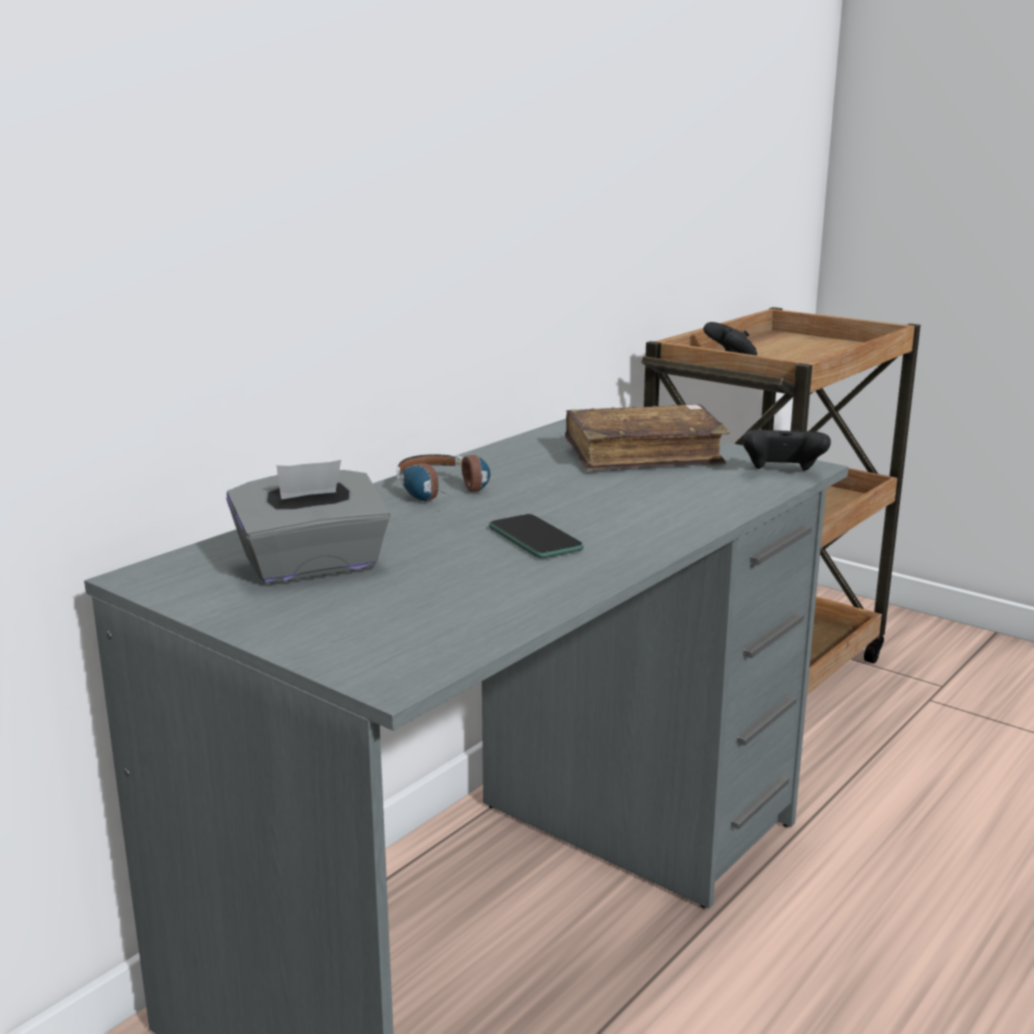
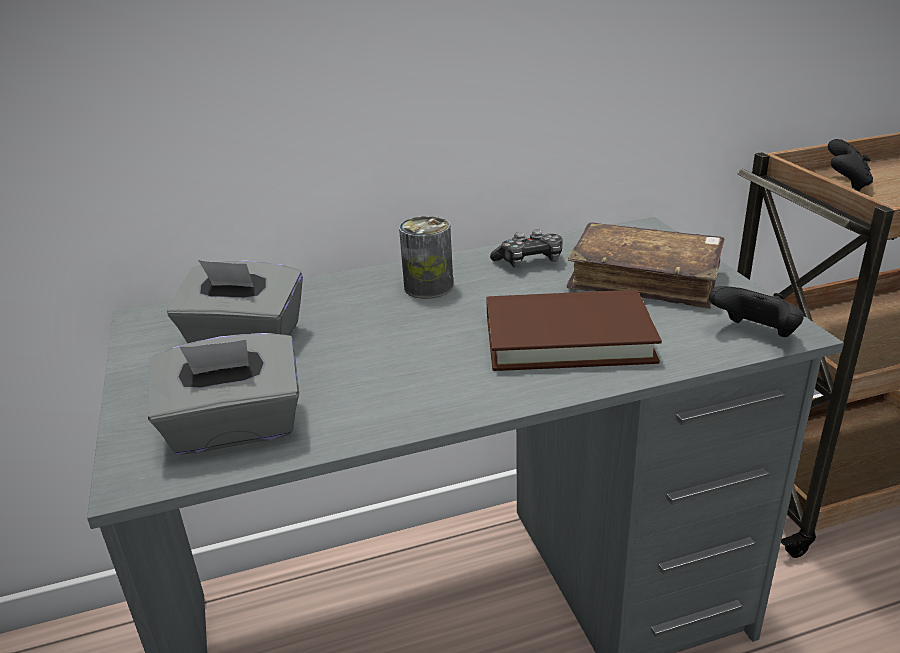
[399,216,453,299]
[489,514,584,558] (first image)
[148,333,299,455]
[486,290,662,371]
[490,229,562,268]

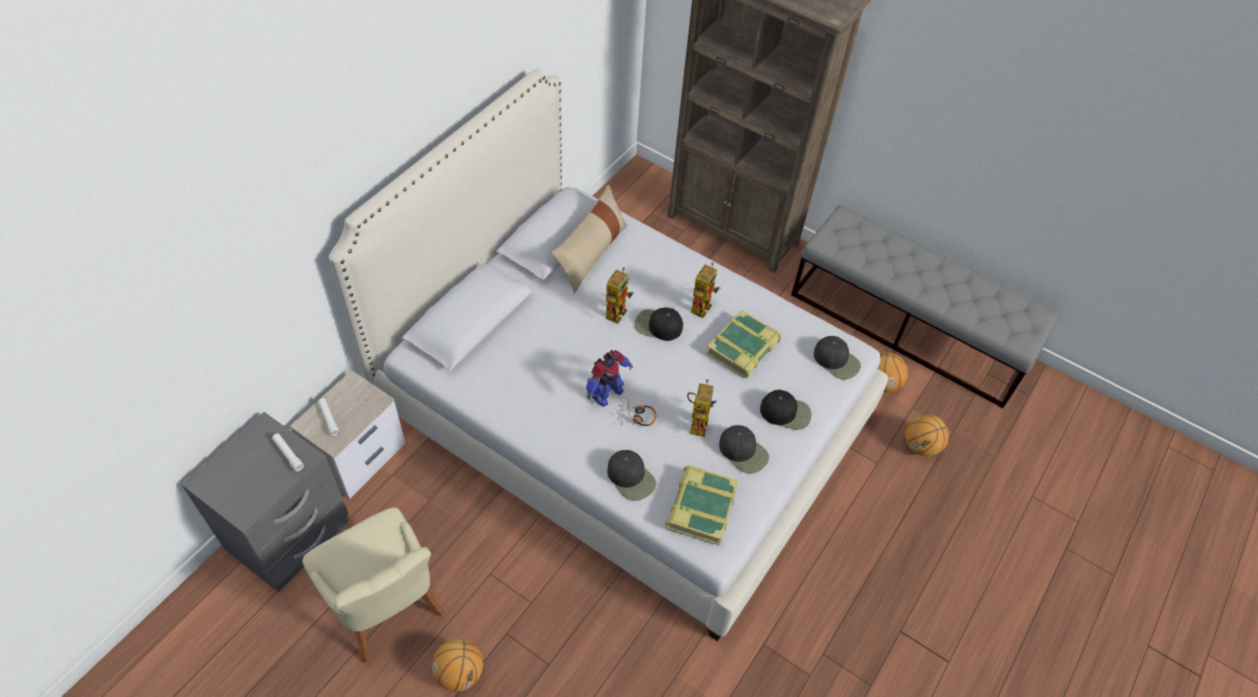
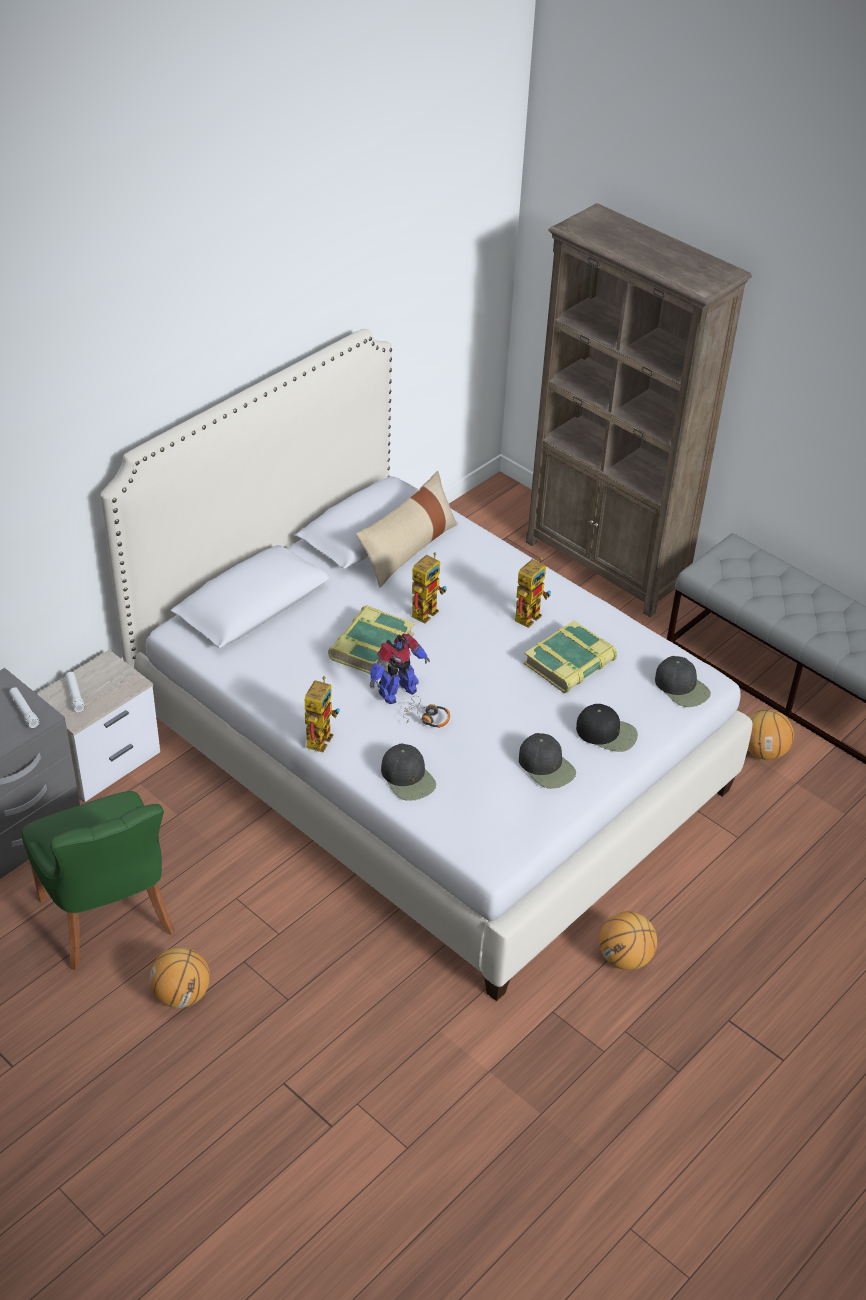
[21,791,175,970]
[635,307,683,341] (first image)
[328,605,415,678]
[305,676,340,752]
[599,911,657,970]

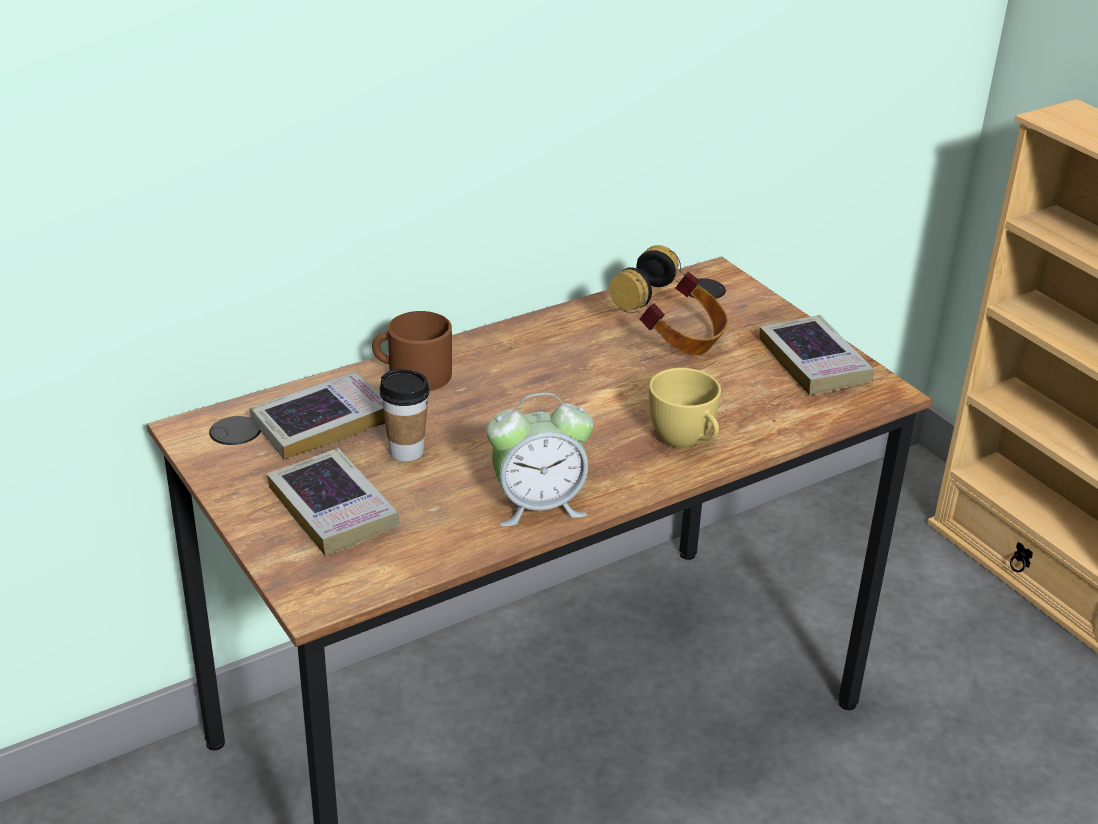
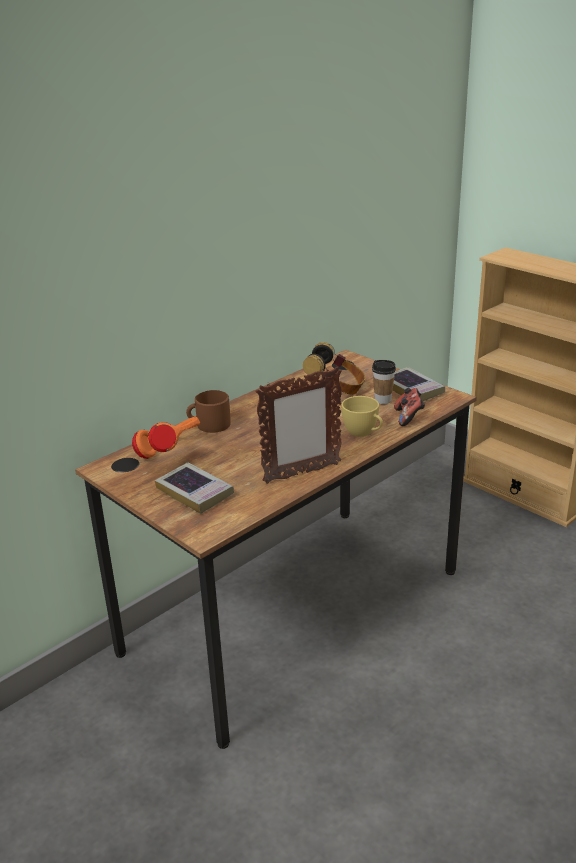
[132,416,200,459]
[372,360,396,404]
[255,366,342,484]
[394,388,425,426]

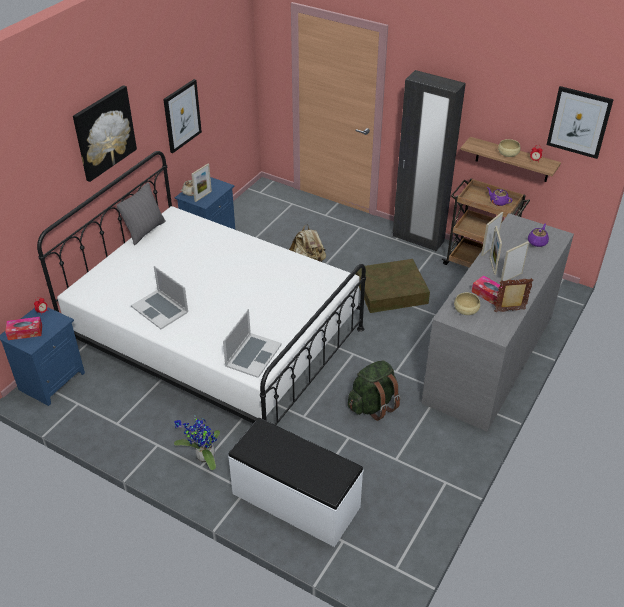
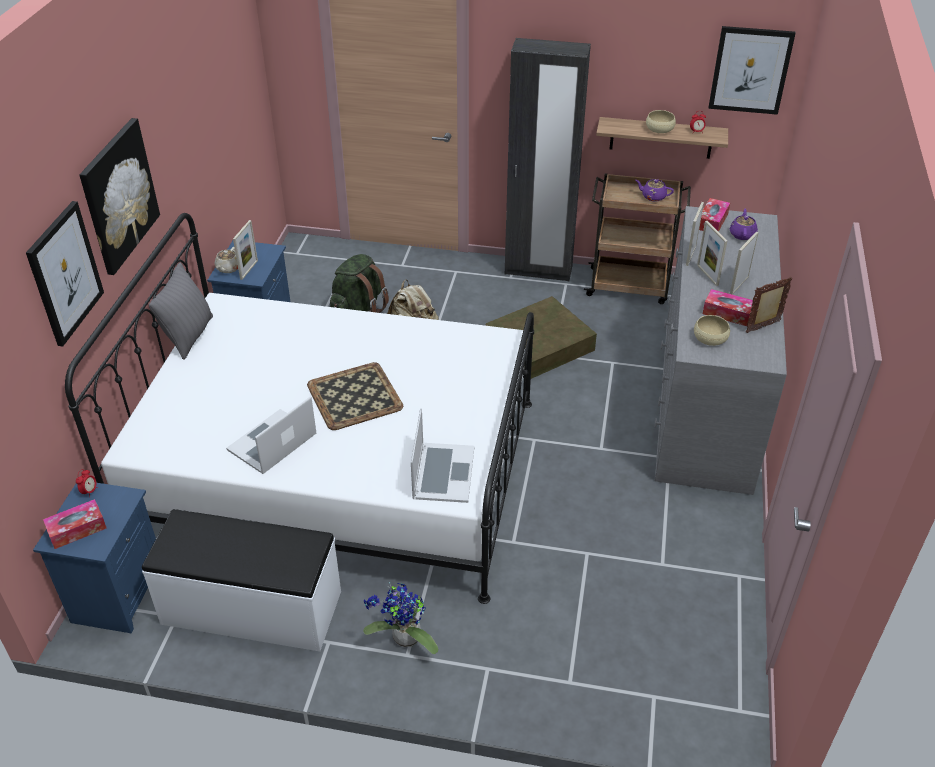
[226,396,316,474]
[26,201,104,346]
[142,509,341,652]
[330,254,389,313]
[307,362,403,430]
[699,198,730,232]

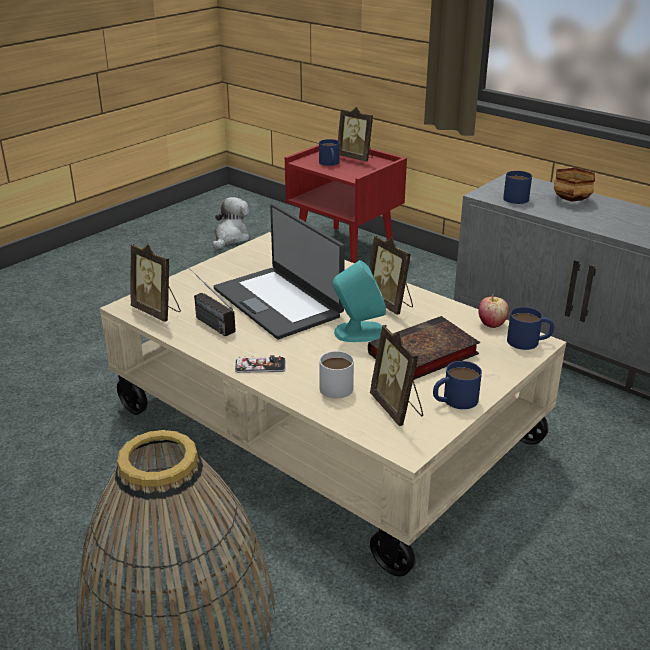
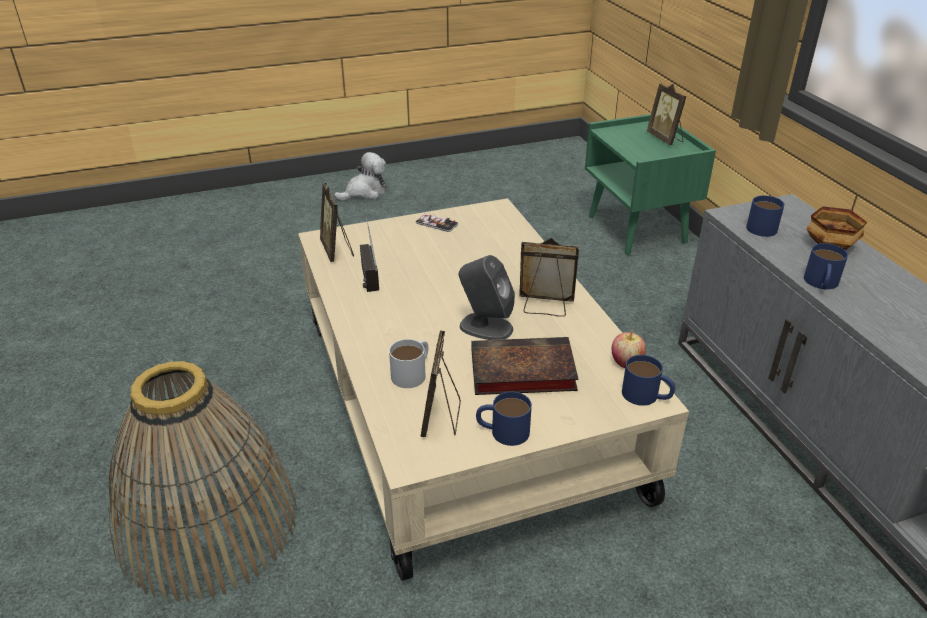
[334,152,386,201]
[213,204,345,339] (first image)
[415,214,458,232]
[585,114,716,255]
[804,243,848,289]
[459,255,515,340]
[519,238,579,317]

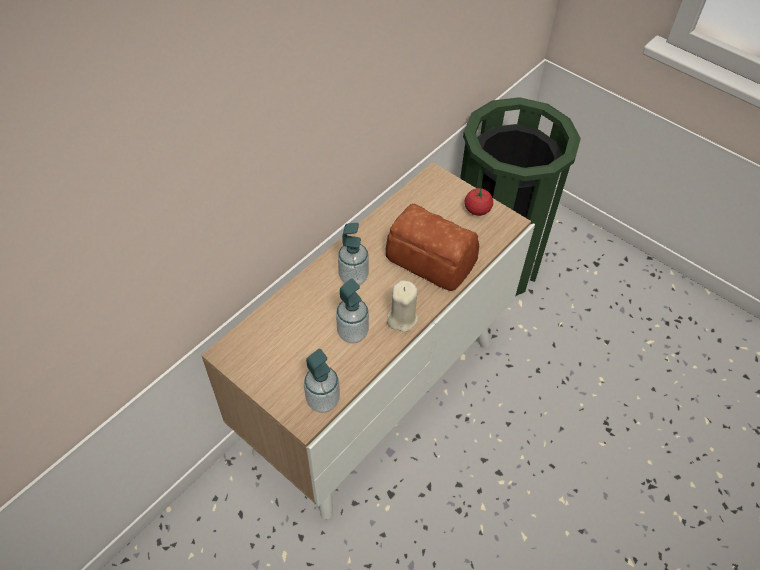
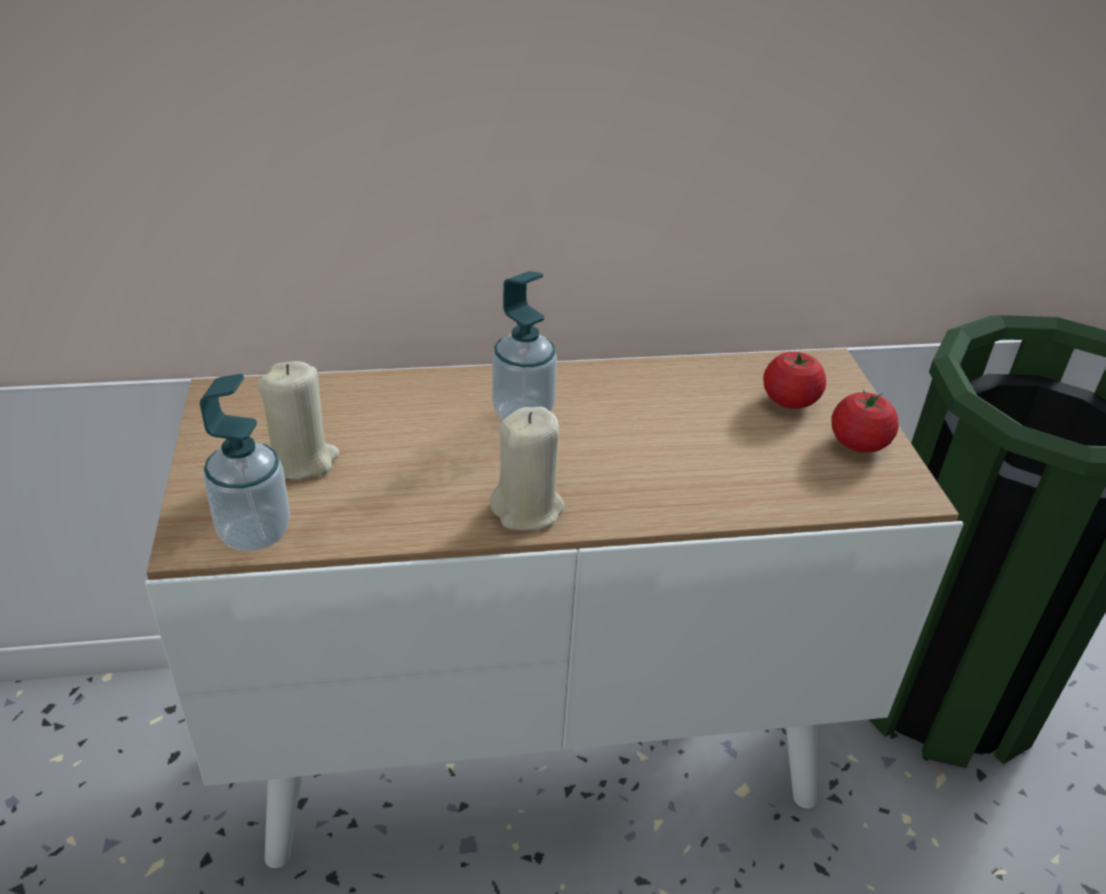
[336,278,369,343] (first image)
[386,204,479,291] (first image)
[257,361,339,480]
[763,351,826,409]

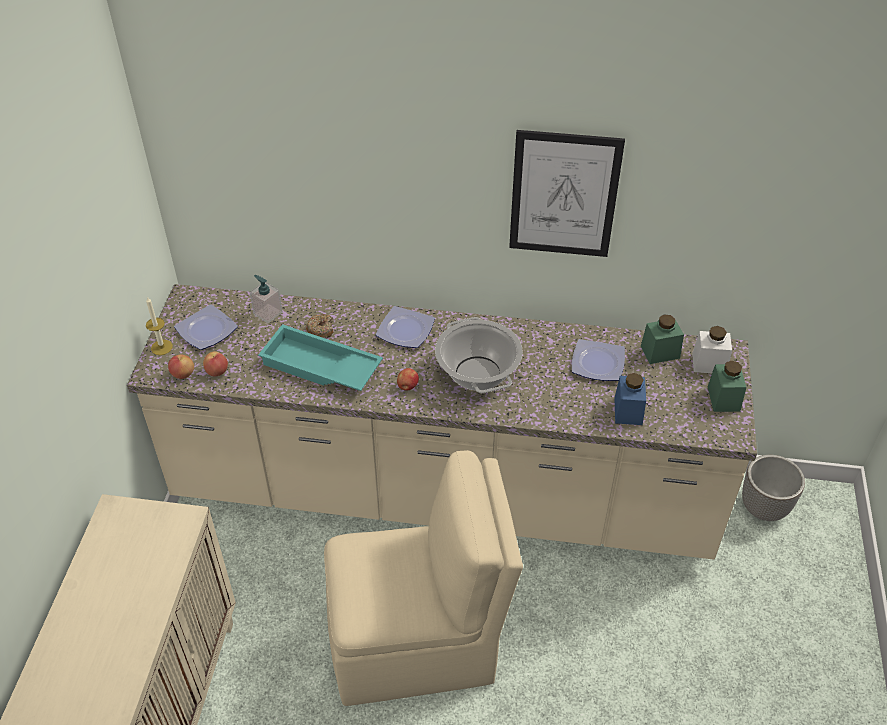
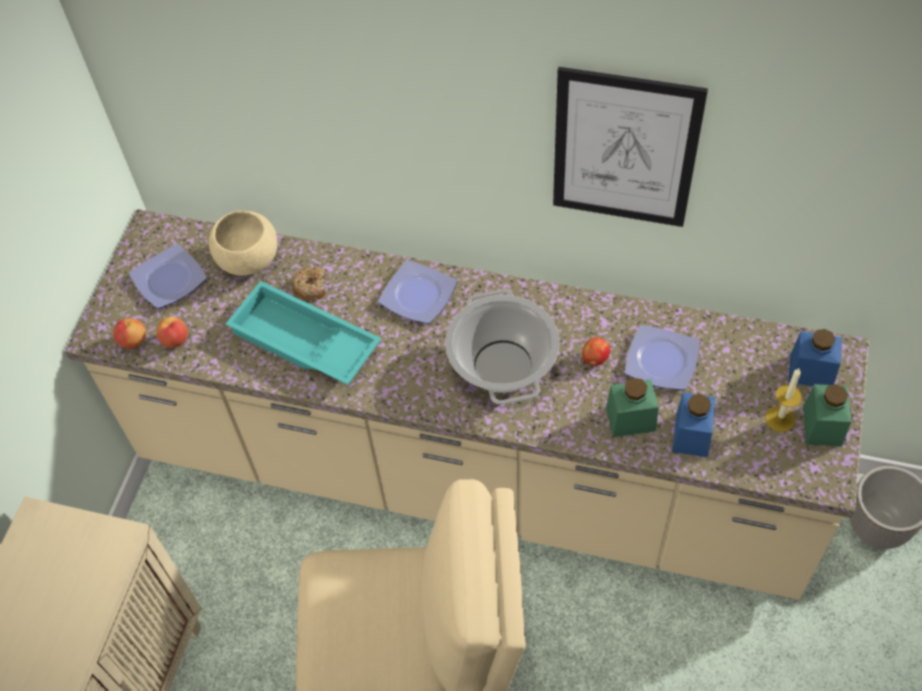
[765,368,802,432]
[209,211,277,276]
[582,337,610,366]
[606,378,659,437]
[788,329,842,386]

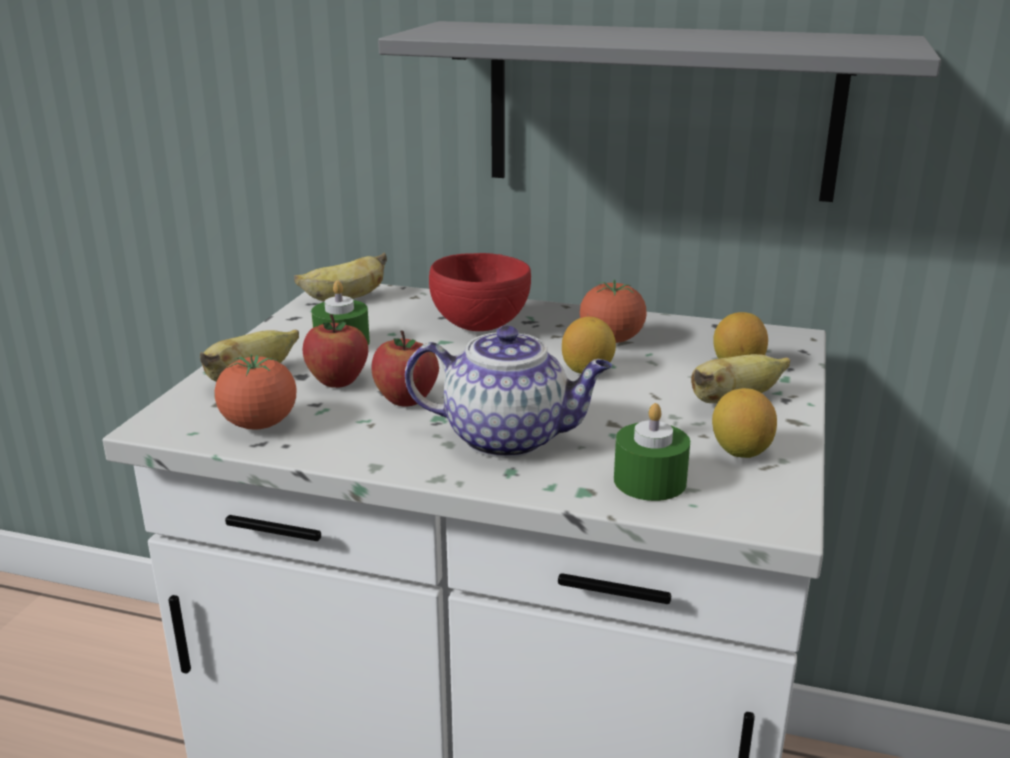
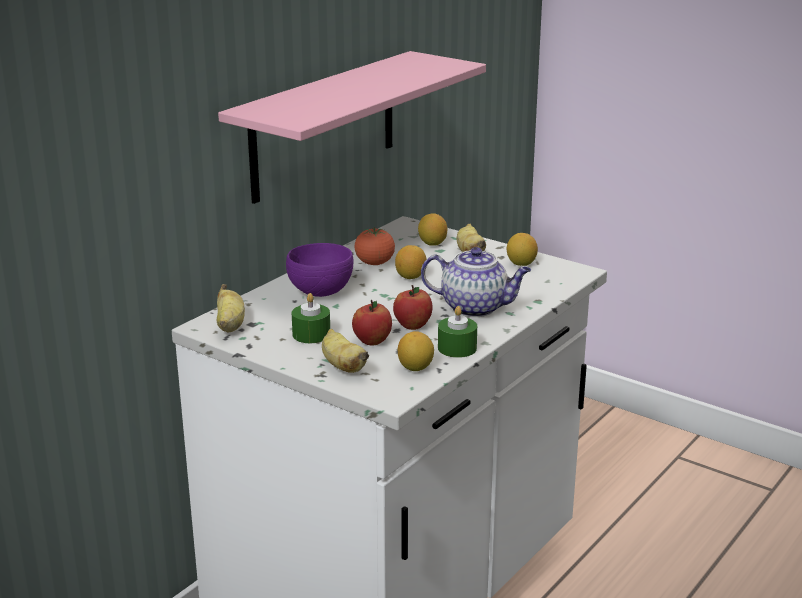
[398,331,434,371]
[218,51,486,204]
[421,247,531,317]
[286,243,353,297]
[438,306,477,358]

